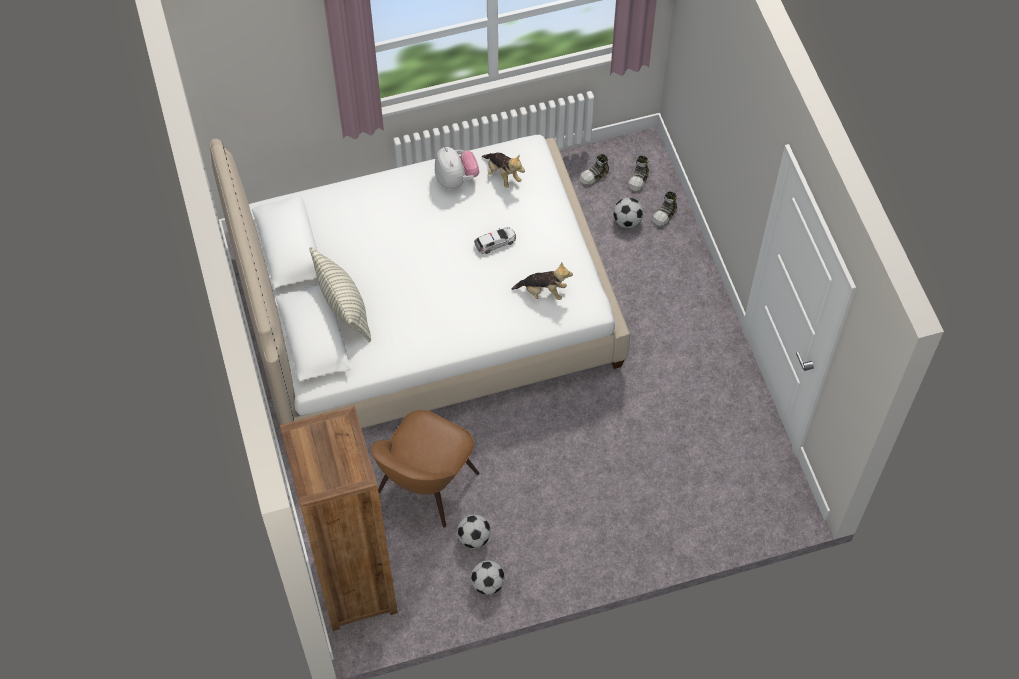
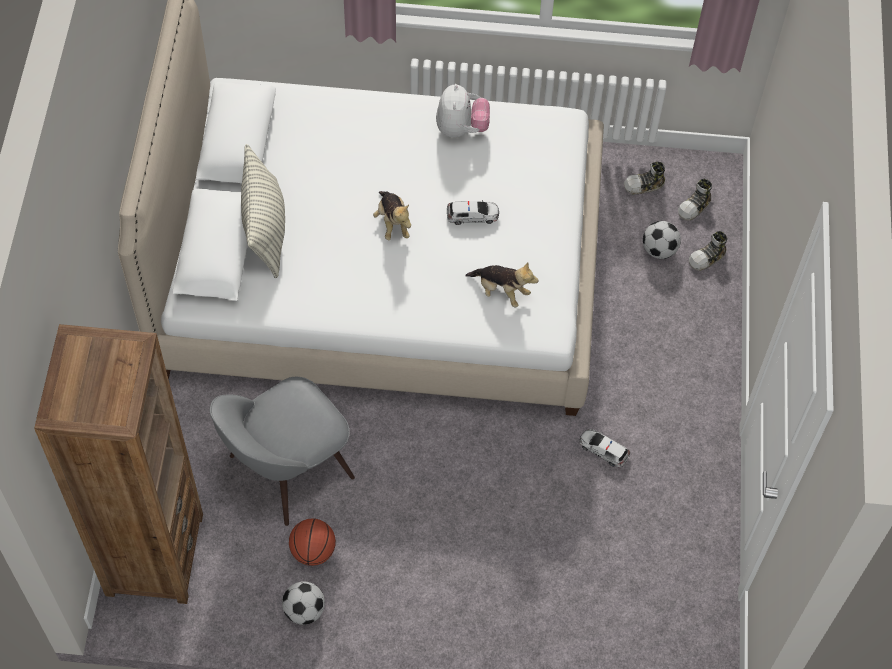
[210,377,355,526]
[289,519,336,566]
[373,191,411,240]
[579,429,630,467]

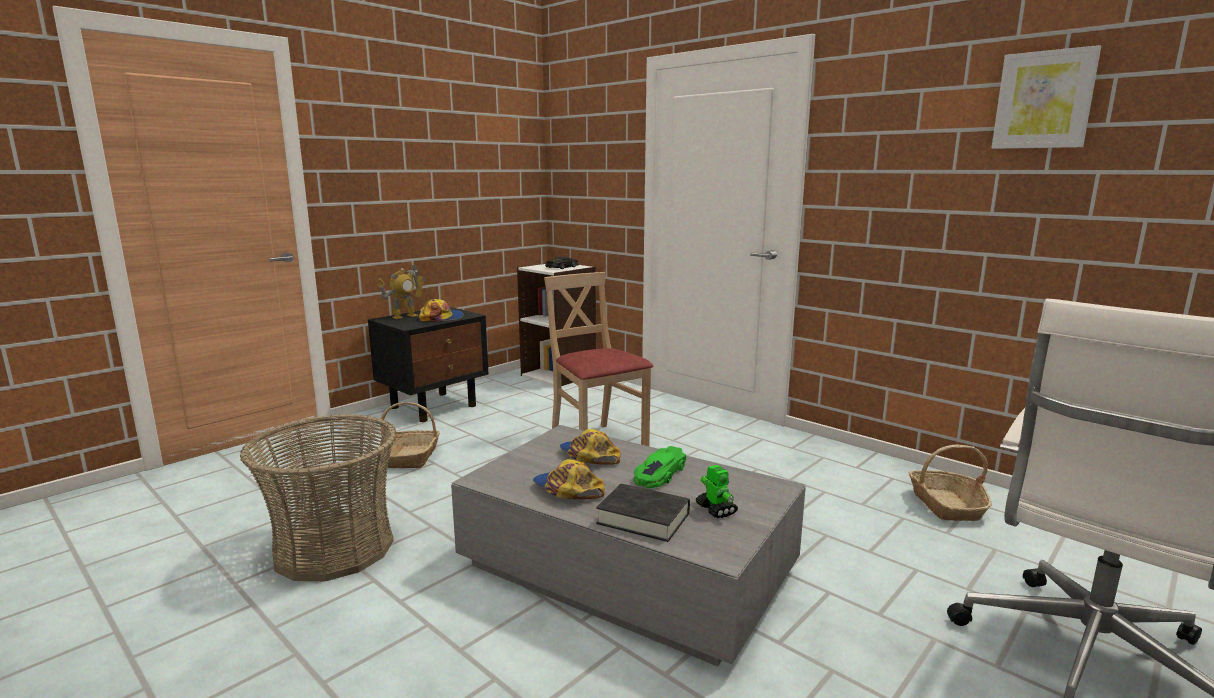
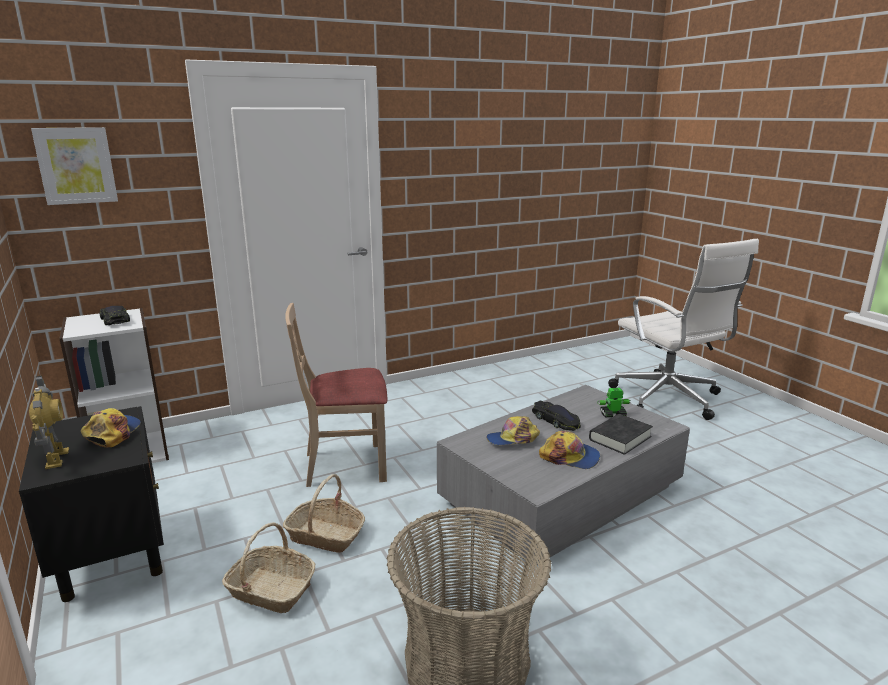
[539,431,600,469]
[532,401,581,431]
[283,474,365,553]
[31,127,118,205]

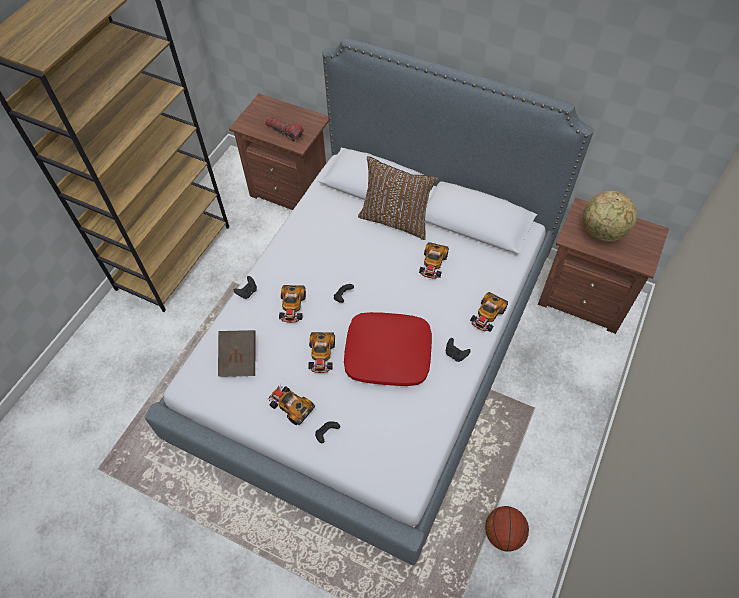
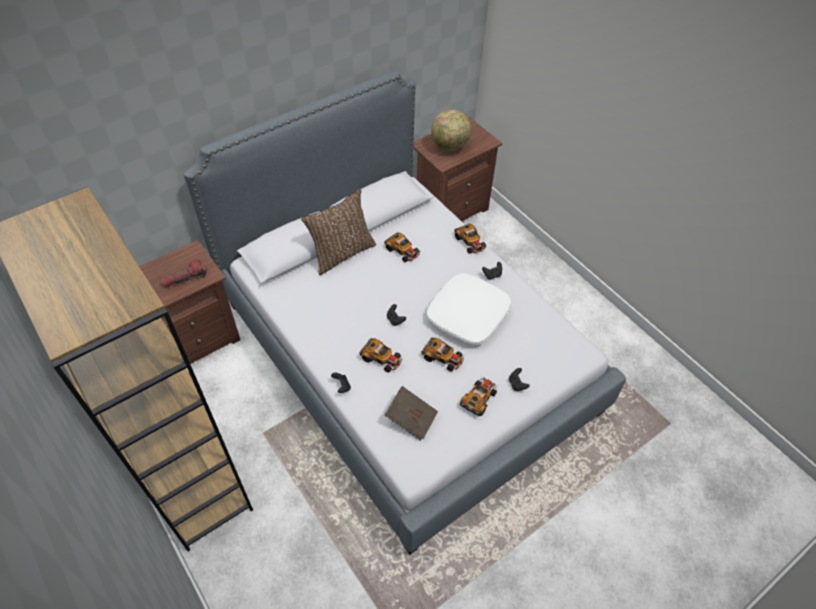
[460,376,498,416]
[427,273,511,345]
[485,506,529,552] (first image)

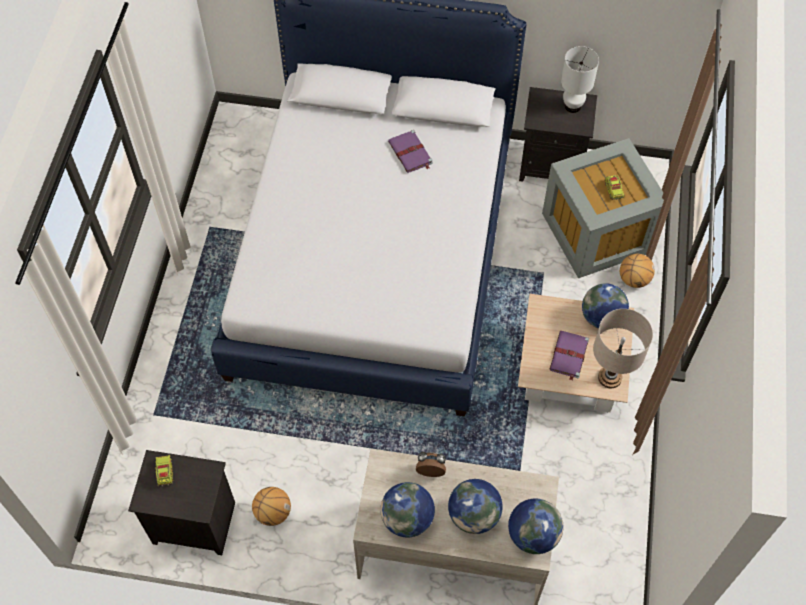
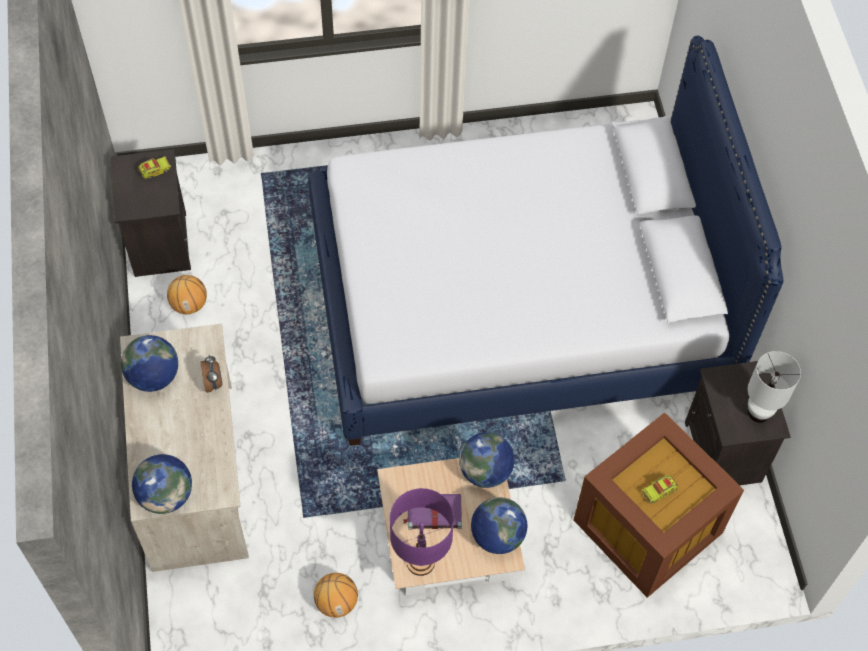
[388,130,433,173] (first image)
[459,432,514,488]
[573,412,744,598]
[390,488,454,576]
[314,573,358,618]

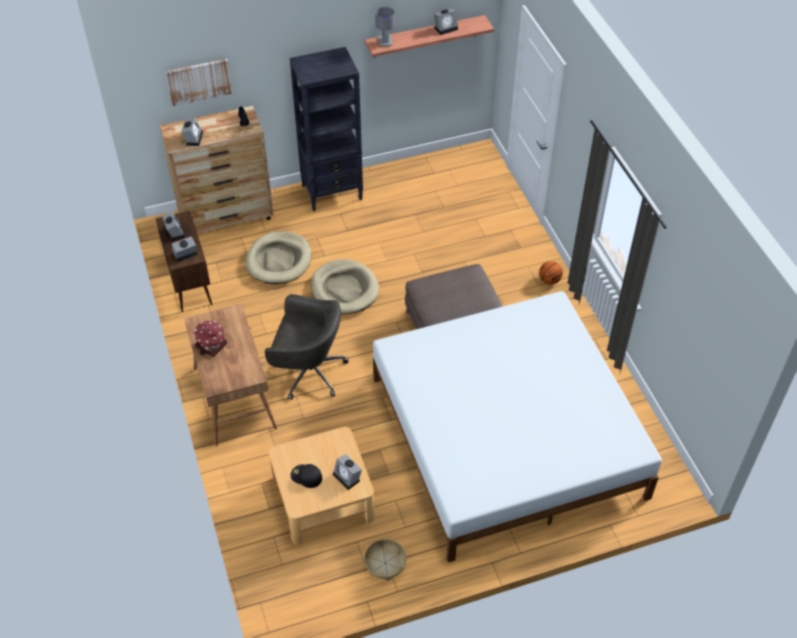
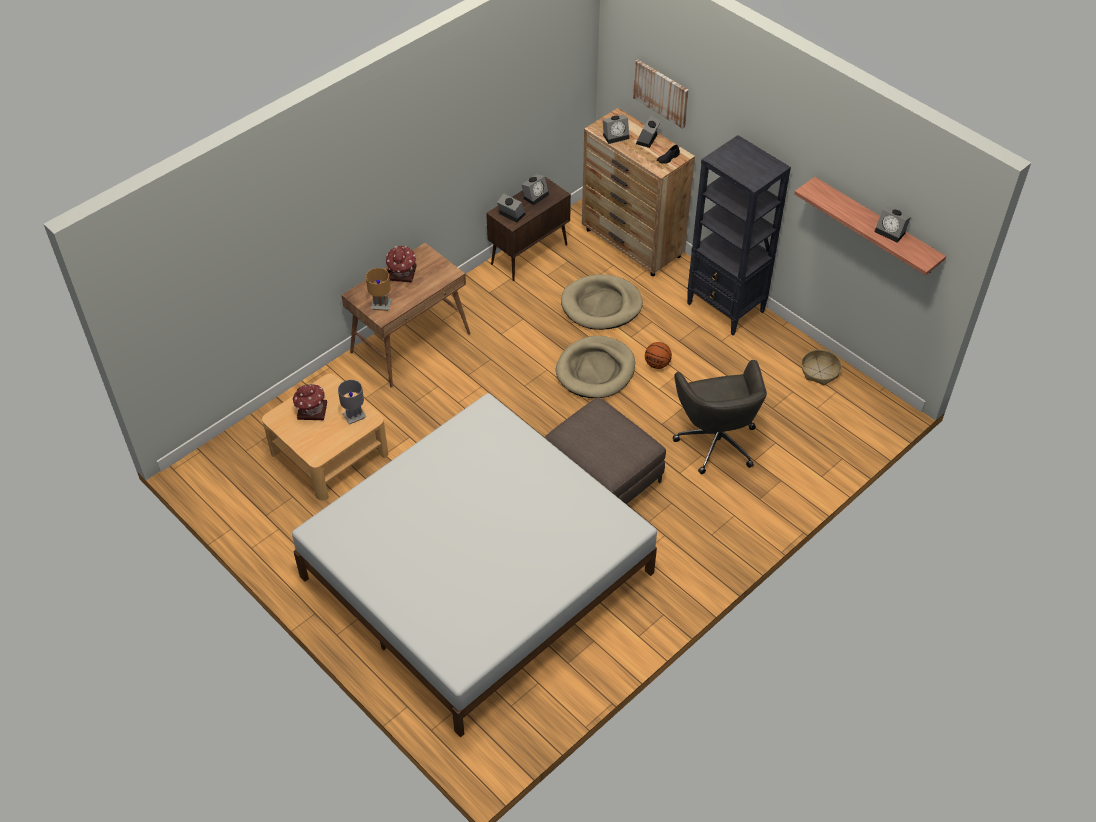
[673,360,767,474]
[292,383,327,420]
[636,116,661,148]
[801,350,842,385]
[338,380,367,424]
[645,342,672,369]
[366,268,392,311]

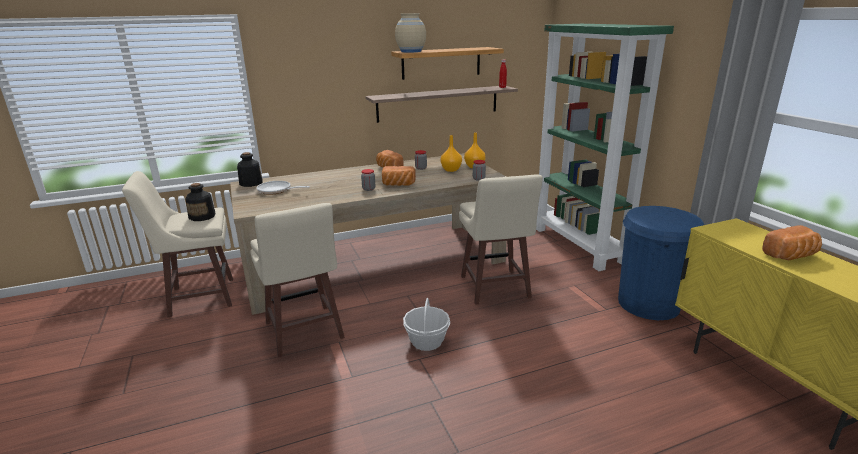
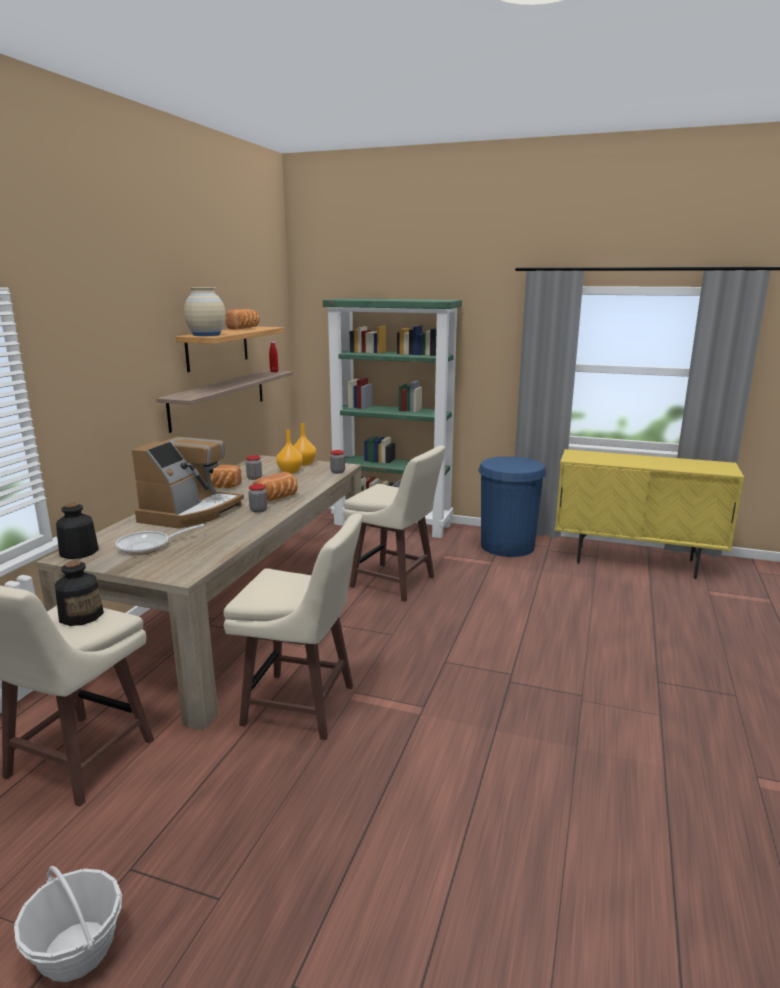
[14,866,122,982]
[225,309,260,329]
[132,437,244,529]

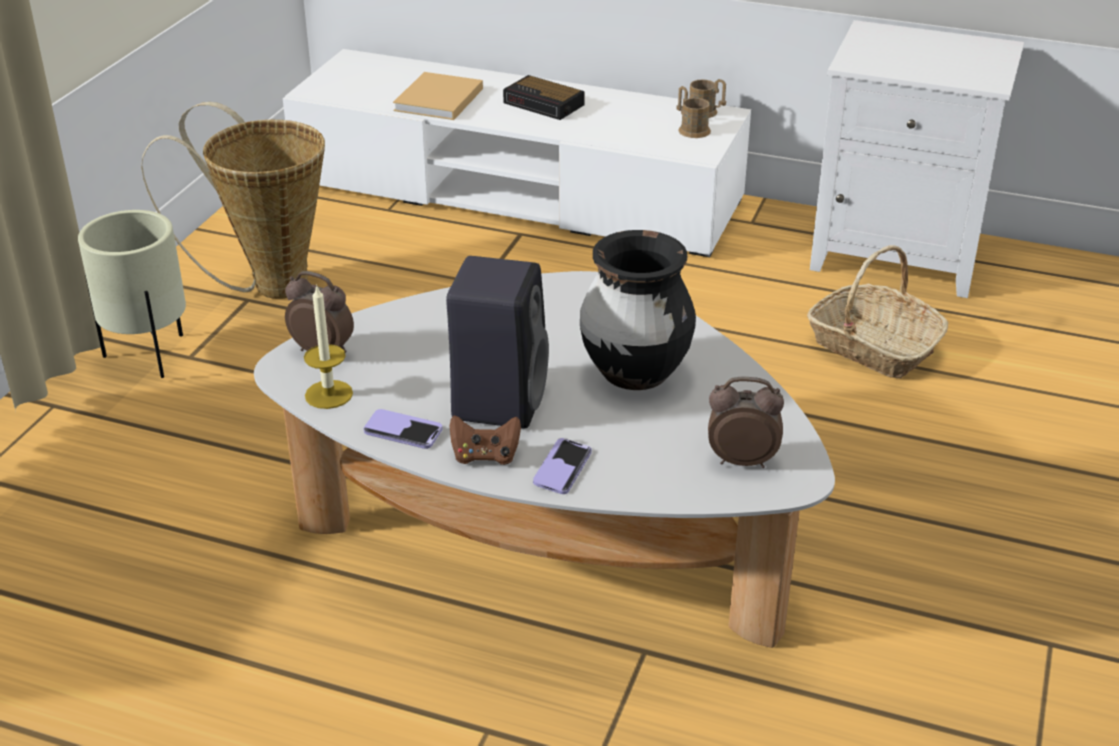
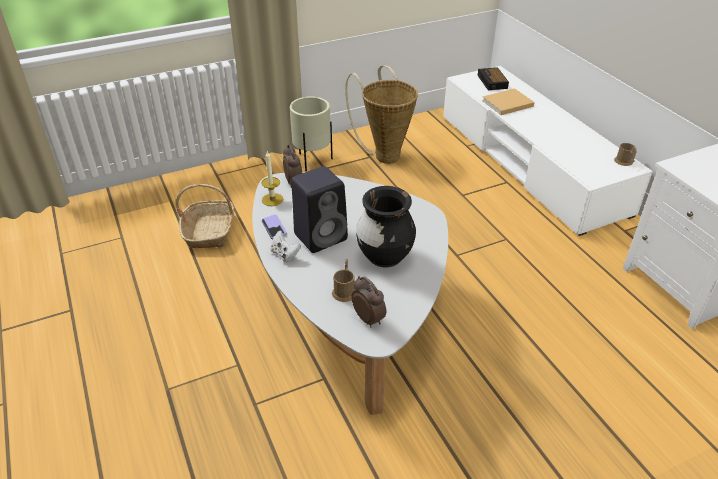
[270,231,301,262]
[477,67,509,90]
[533,438,592,494] (first image)
[332,259,355,302]
[175,184,234,248]

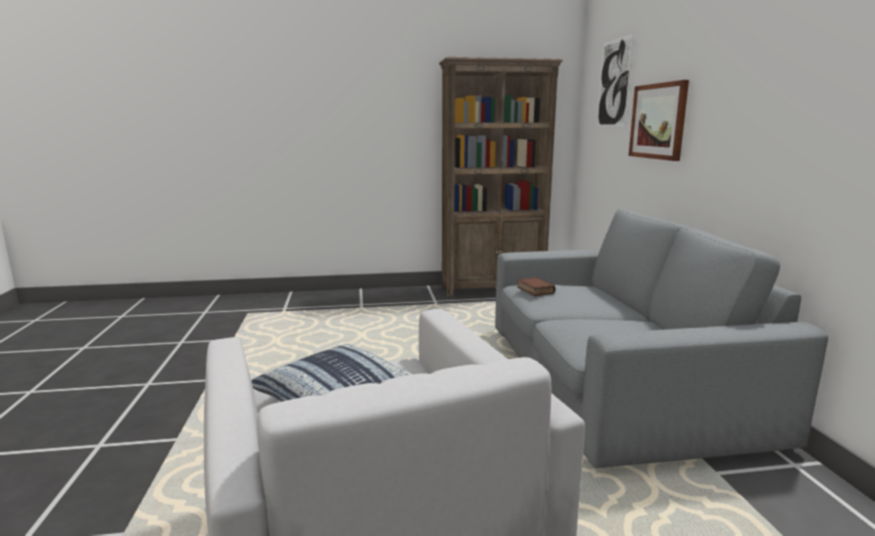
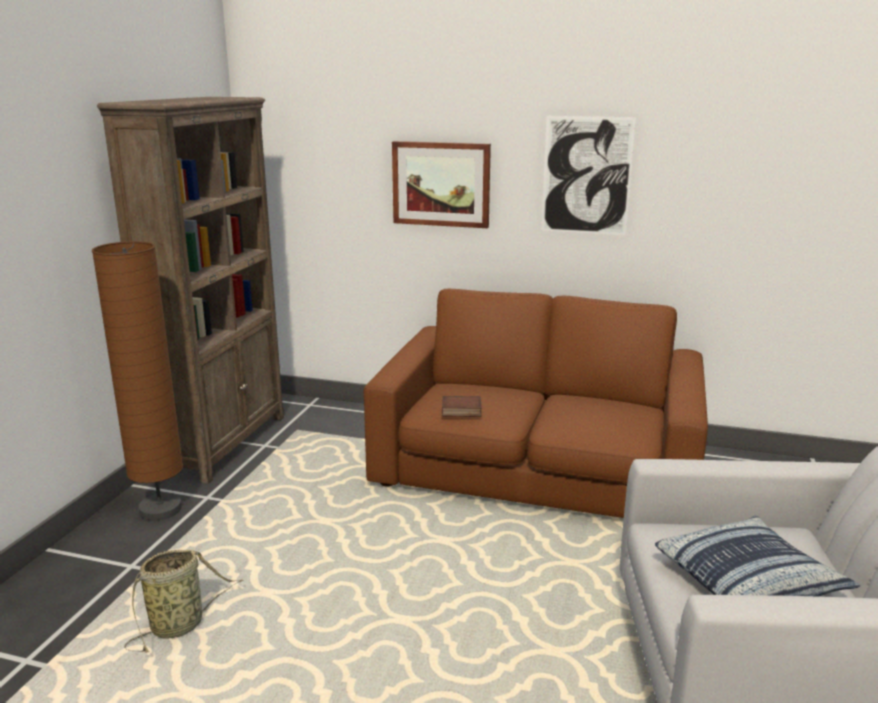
[364,289,708,518]
[541,116,636,235]
[92,241,183,521]
[124,550,244,653]

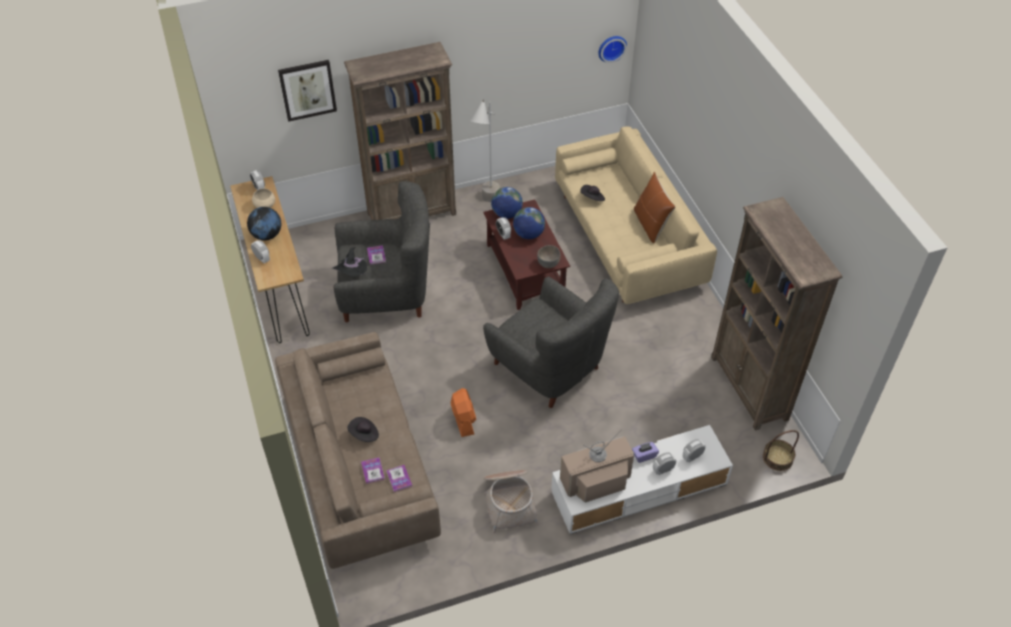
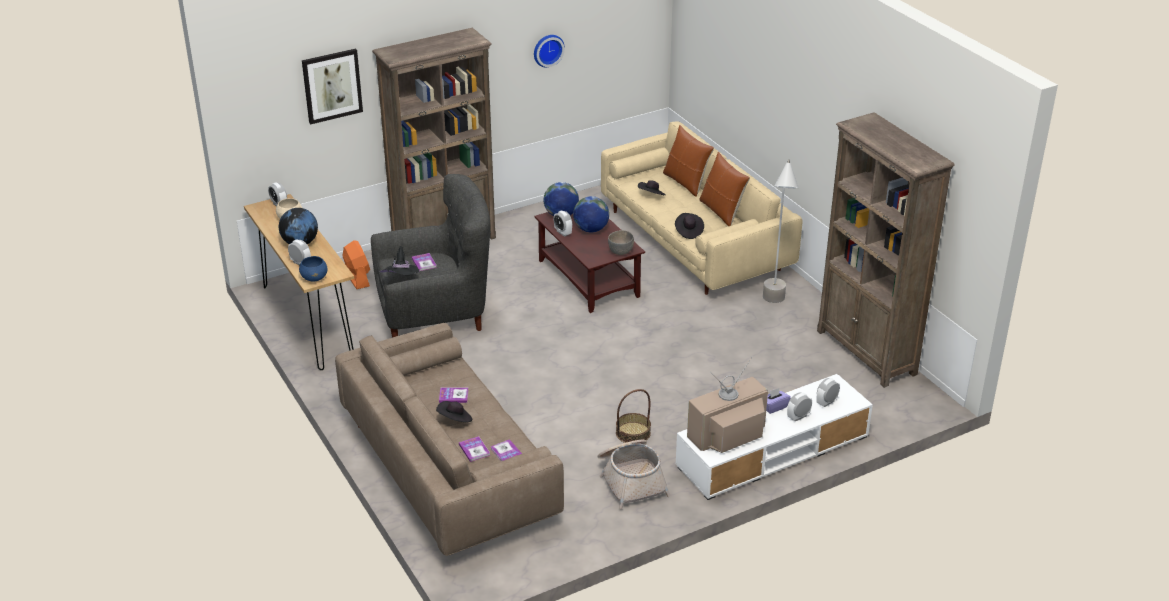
[342,240,370,289]
[763,159,798,303]
[483,276,619,408] (first image)
[534,35,565,67]
[616,389,651,443]
[299,256,328,282]
[439,387,468,403]
[663,125,714,197]
[675,213,704,239]

